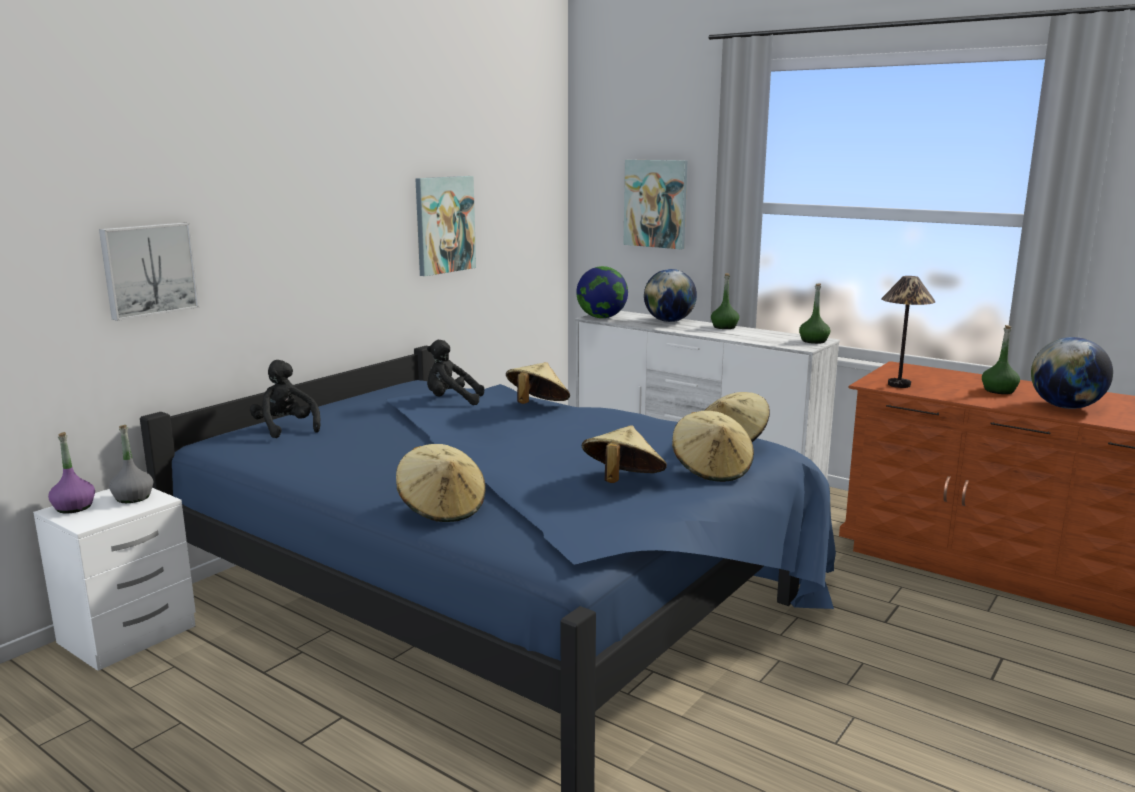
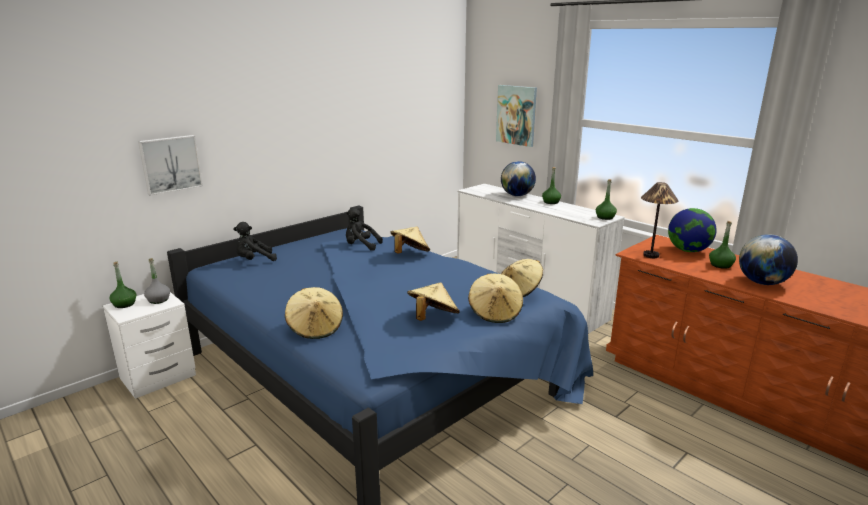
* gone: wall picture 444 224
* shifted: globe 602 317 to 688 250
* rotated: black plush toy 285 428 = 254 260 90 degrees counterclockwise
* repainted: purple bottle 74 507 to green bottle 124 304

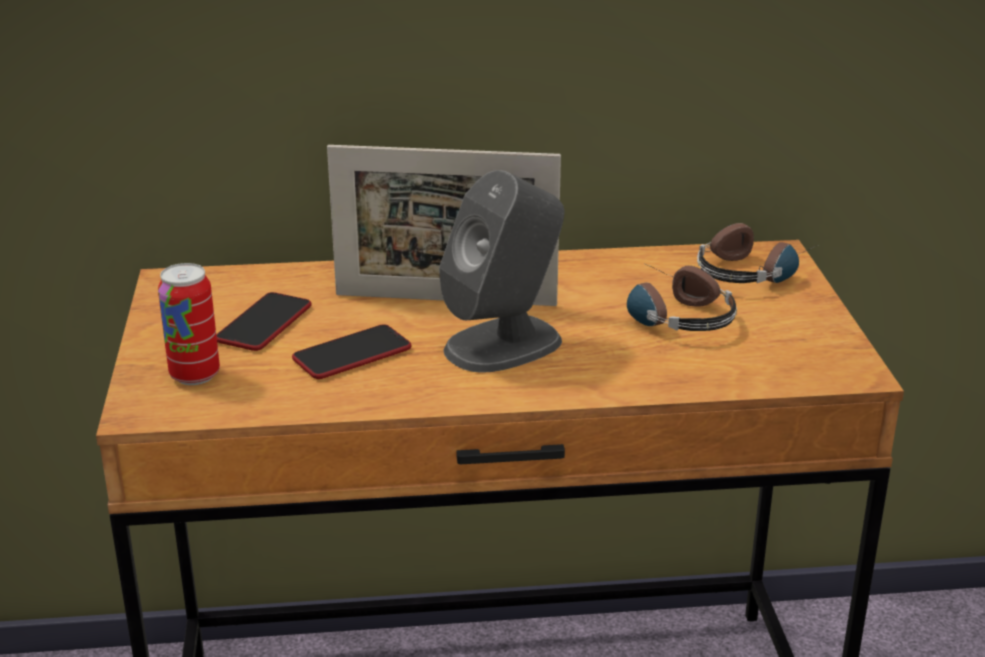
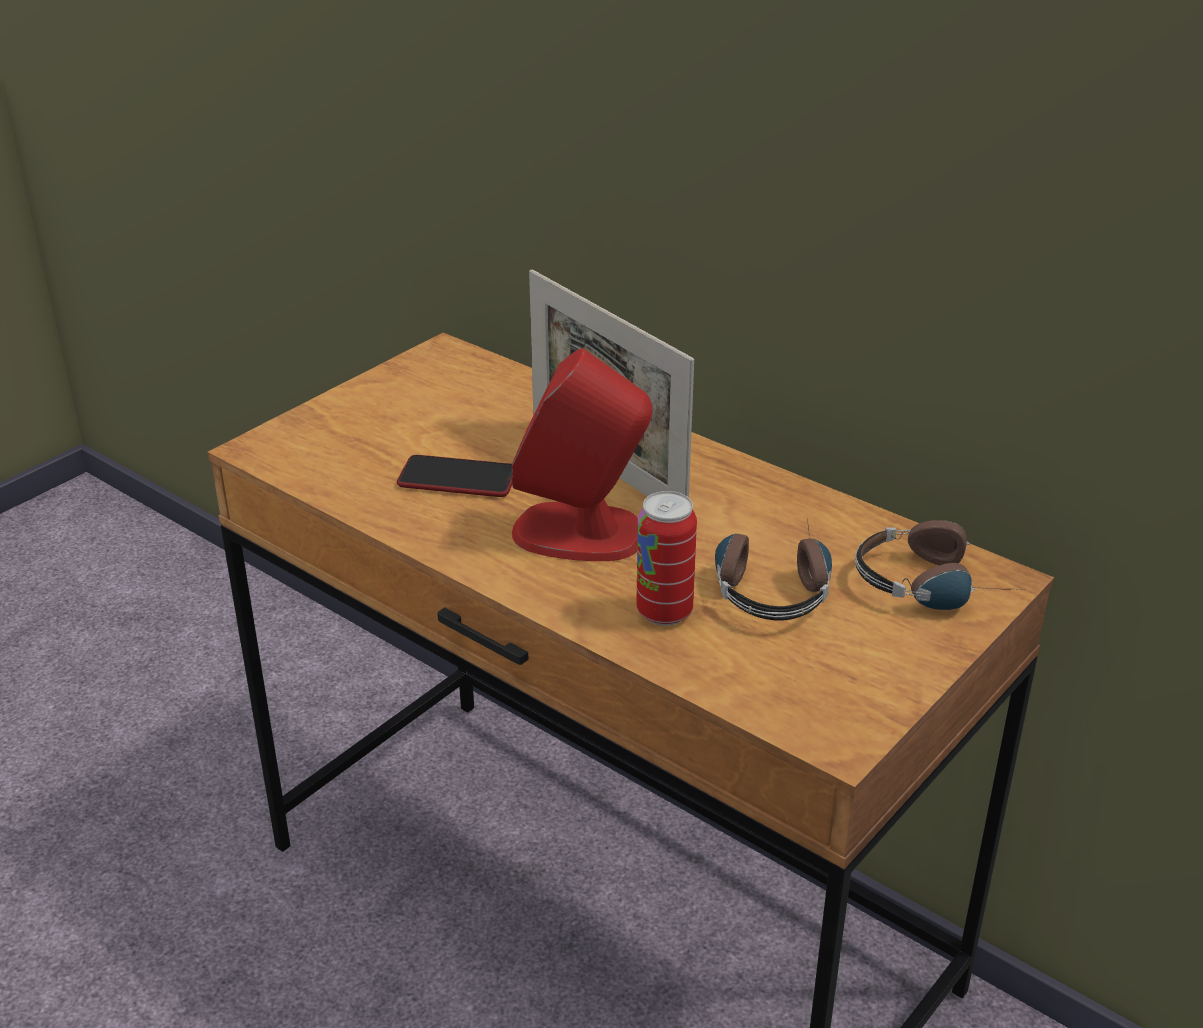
* repainted: gray loudspeaker 504 344 to reddish loudspeaker 580 533
* shifted: can 195 375 to 664 612
* gone: phone 264 323

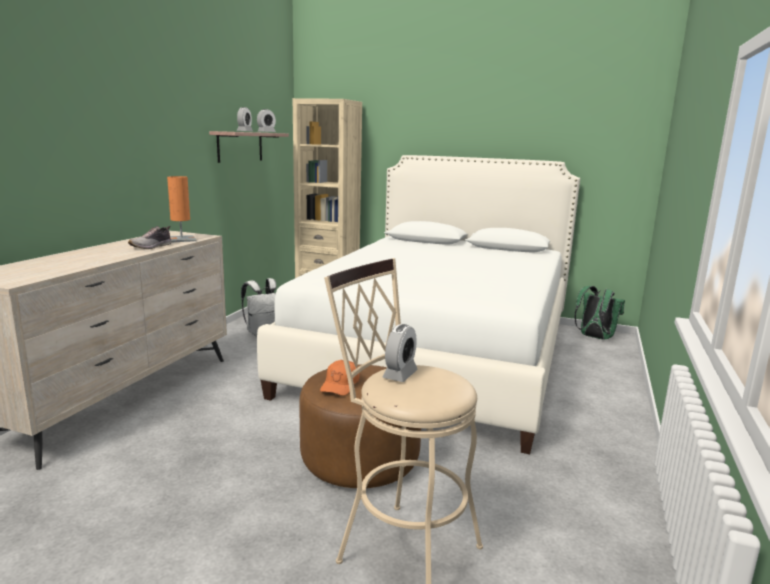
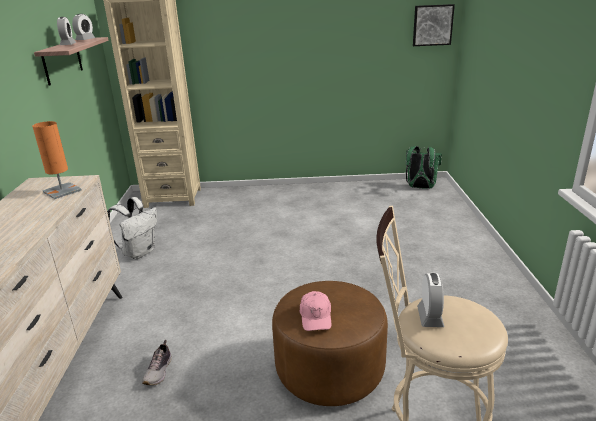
* gone: white-coloured bed 438 355
* shifted: shoe 152 246 to 159 371
* repainted: orange-coloured cap 340 385 to pinkish cap 316 316
* new: wall picture 432 25

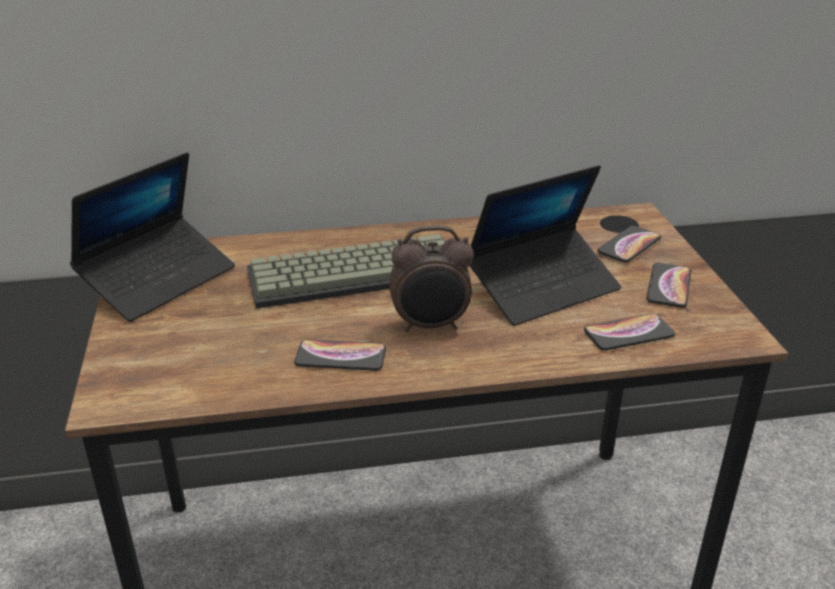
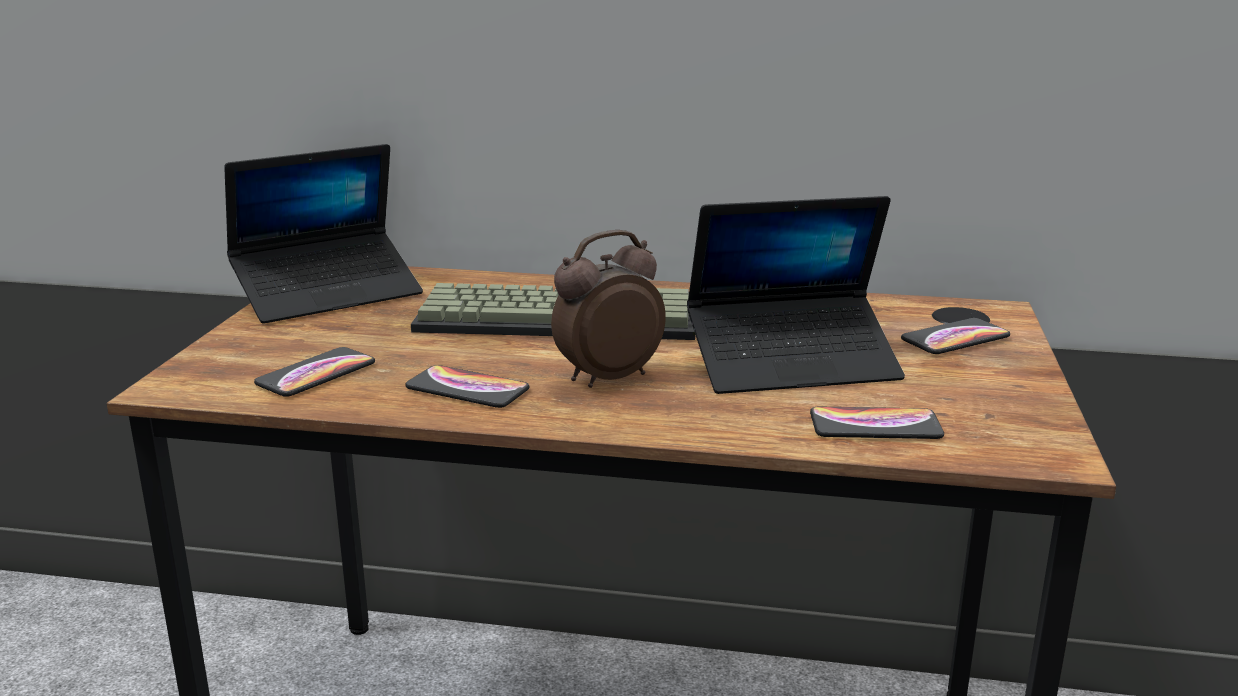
* rotated: table clock 431 326 = 606 378 135 degrees clockwise
* shifted: phone 669 286 to 316 374

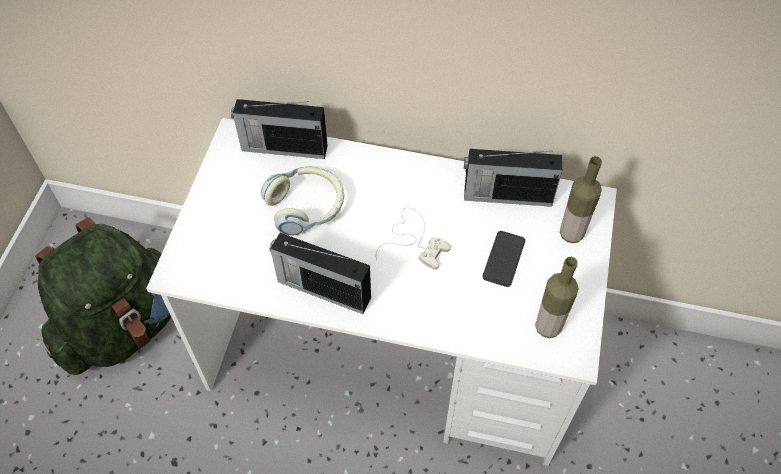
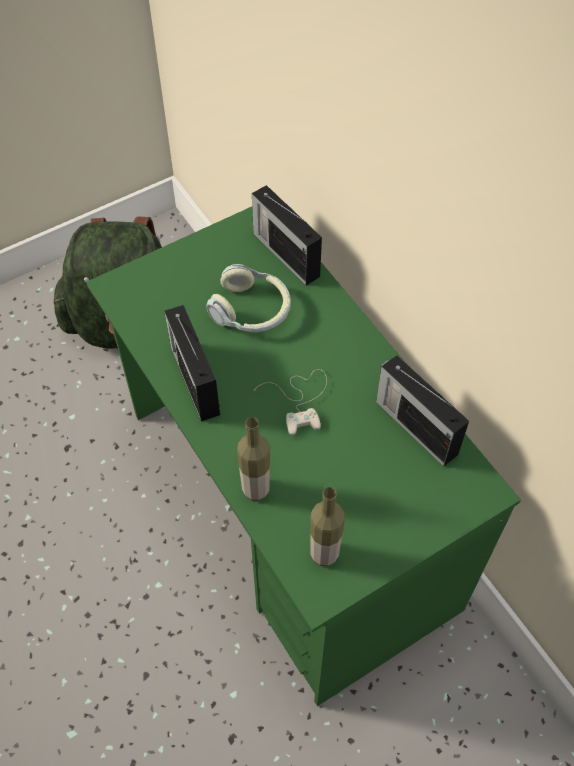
* repainted: white-coloured desk 391 355 to green desk 289 509
* shifted: bottle 571 234 to 256 489
* gone: phone 504 259

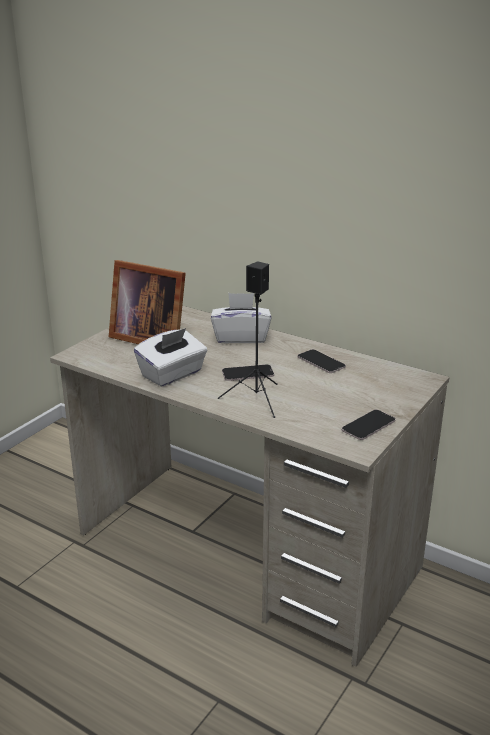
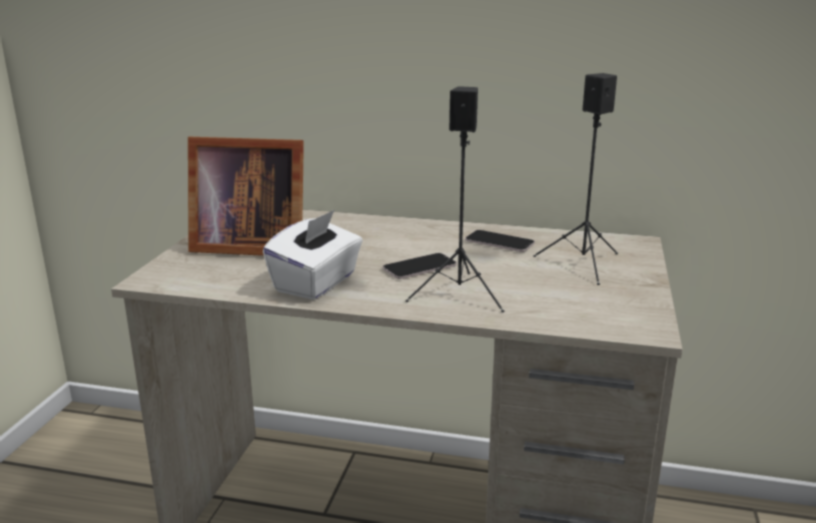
* gone: white-coloured tissue holder 241 337
* gone: phone 368 425
* new: black loudspeaker 583 264

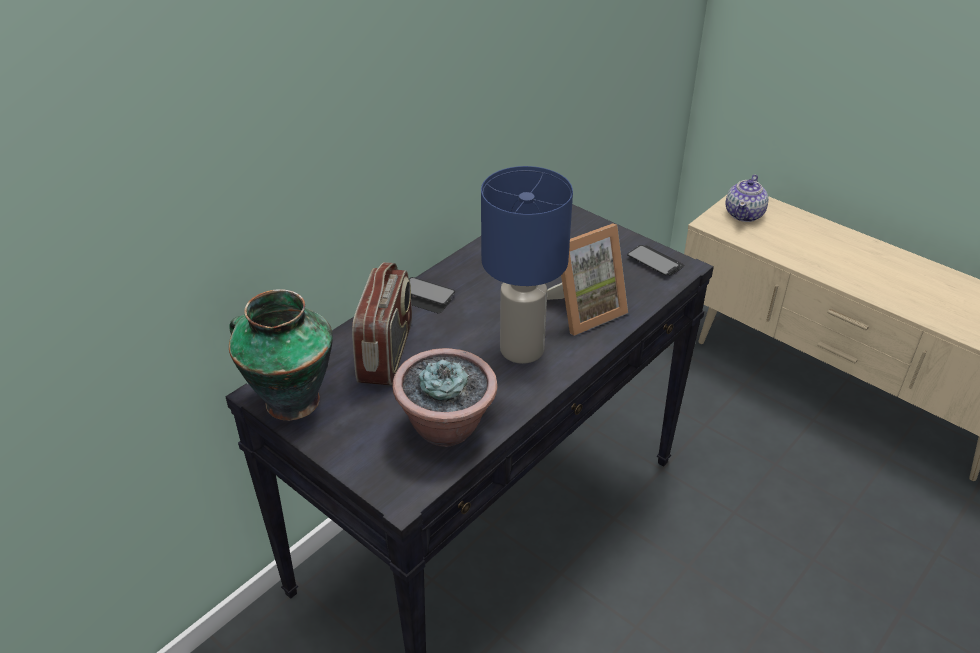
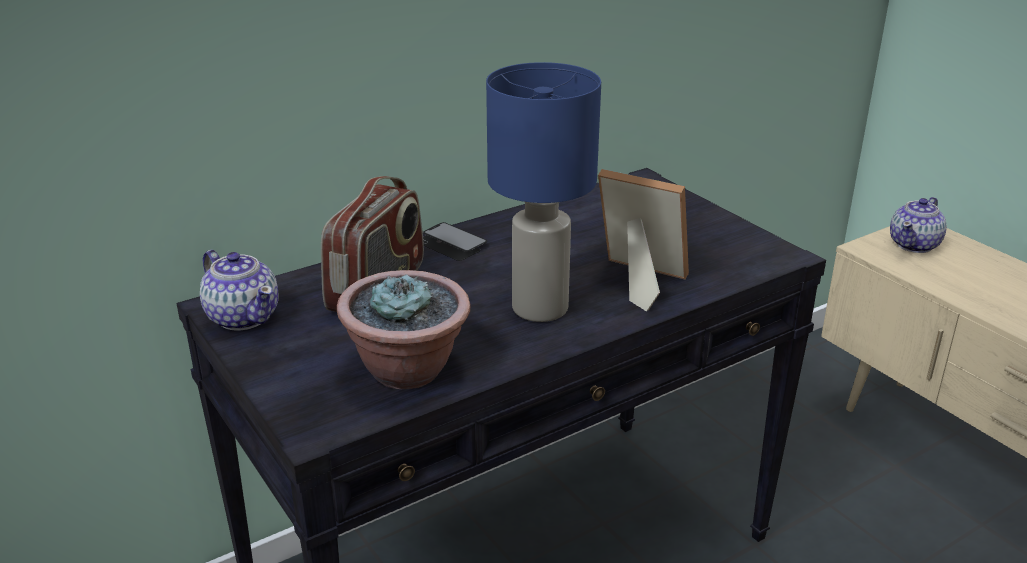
* rotated: photo frame 584 310 = 636 281 135 degrees counterclockwise
* gone: phone 655 262
* swapped: flower vase 290 400 to tea pot 243 316

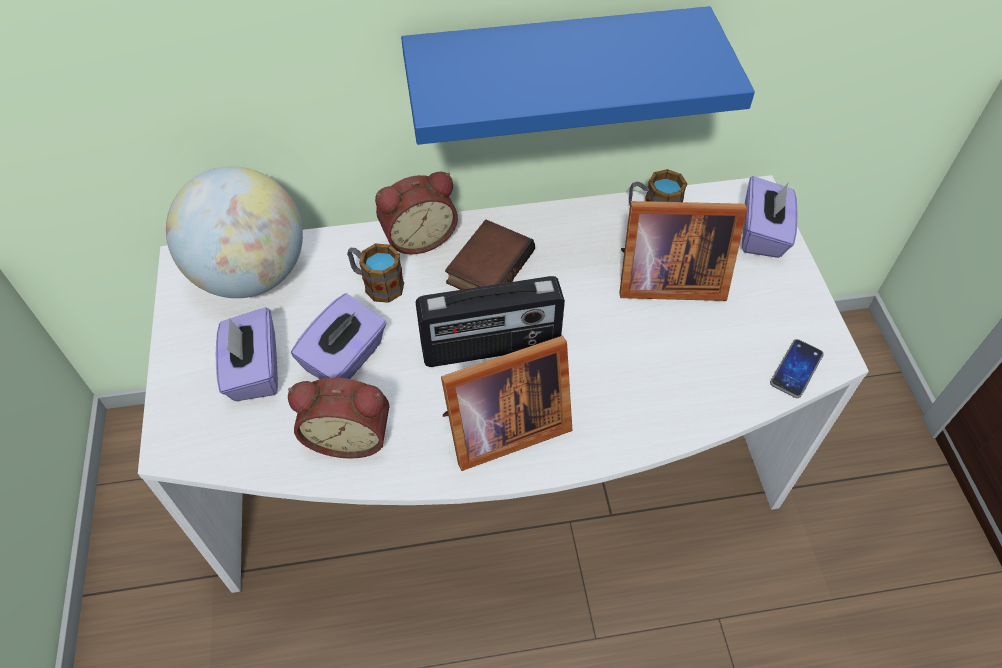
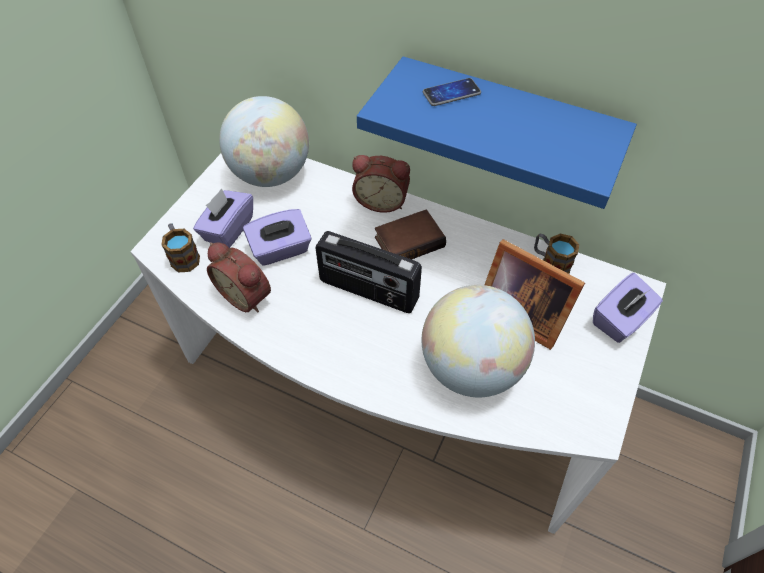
* shifted: tea mug 377 284 to 183 256
* gone: photo frame 501 428
* shifted: phone 796 369 to 451 93
* new: globe 471 367

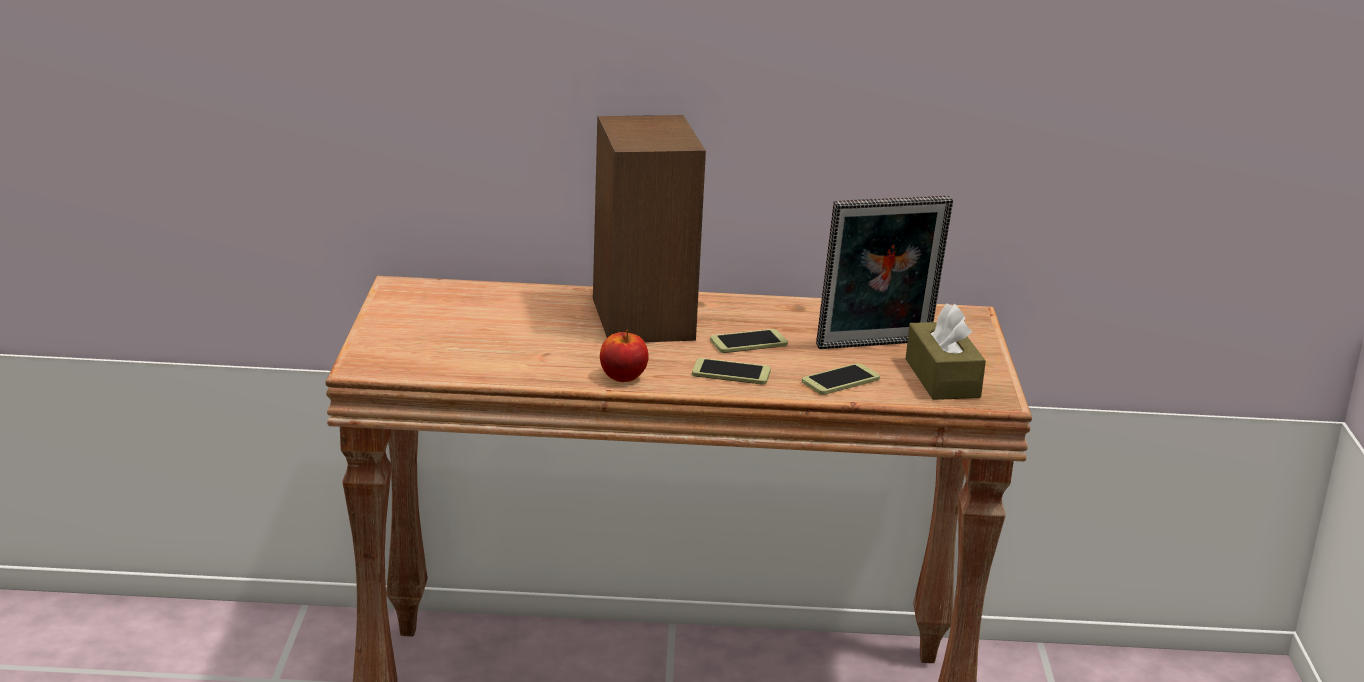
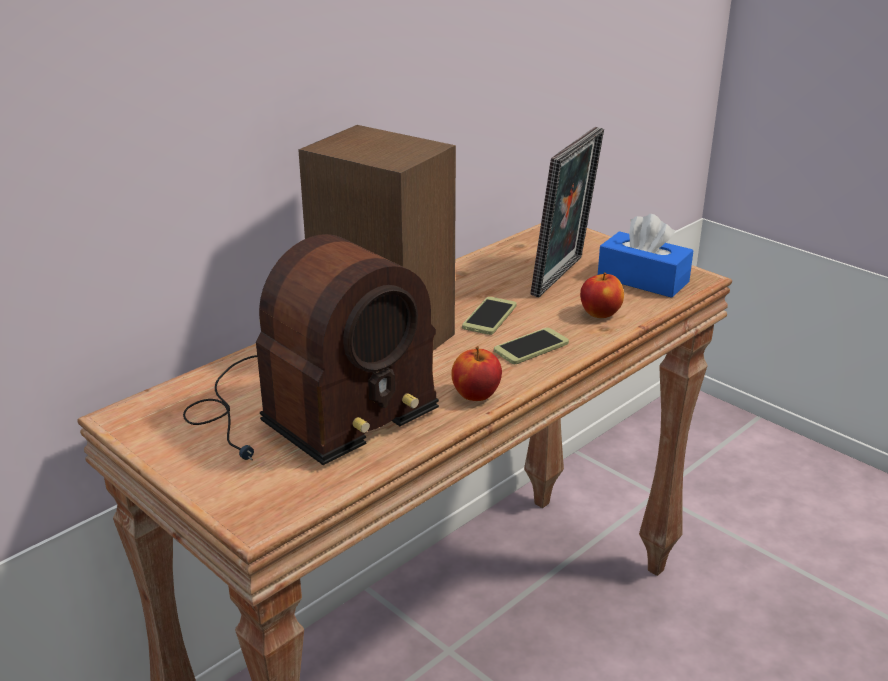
* repainted: brown-coloured tissue holder 942 378 to blue-coloured tissue holder 643 279
* swapped: phone 840 380 to whole apple 600 314
* new: radio 307 412

